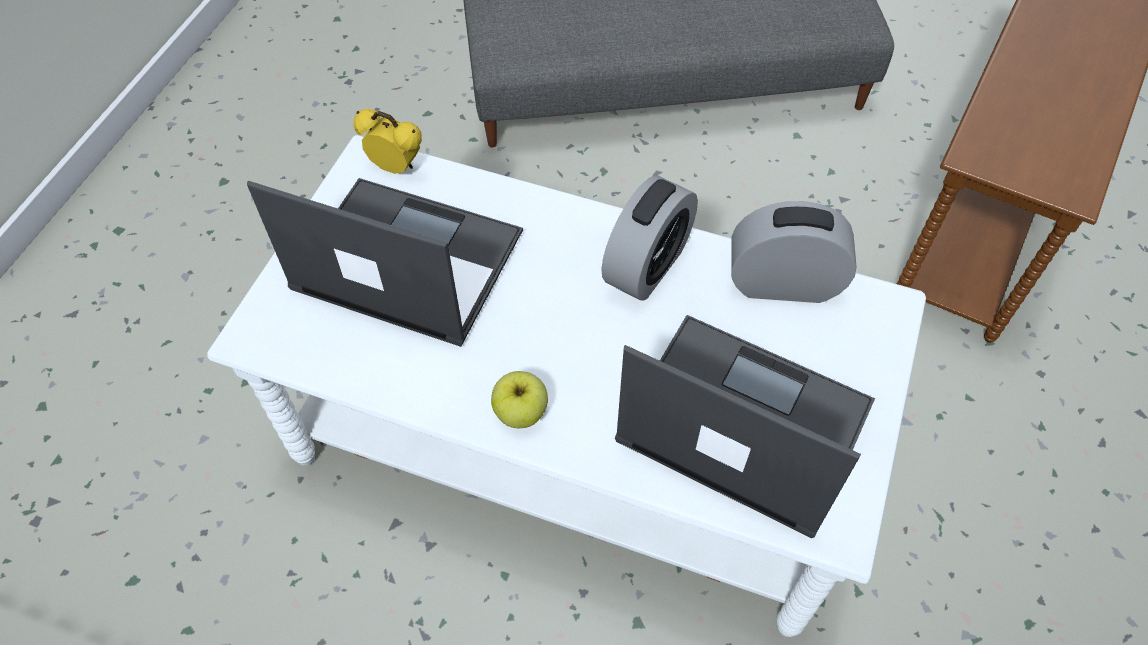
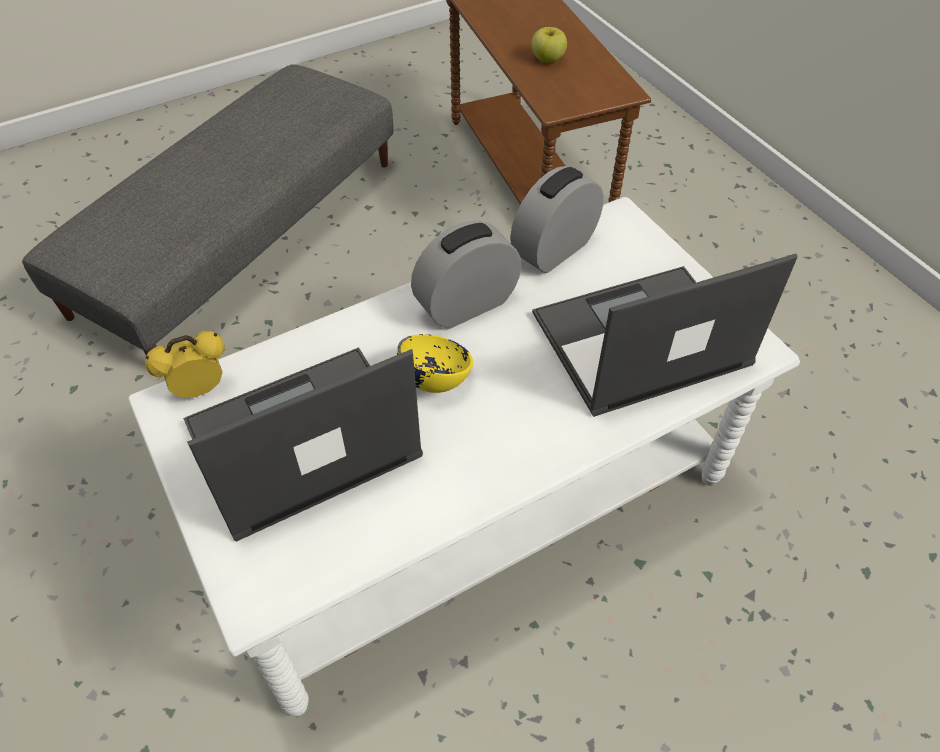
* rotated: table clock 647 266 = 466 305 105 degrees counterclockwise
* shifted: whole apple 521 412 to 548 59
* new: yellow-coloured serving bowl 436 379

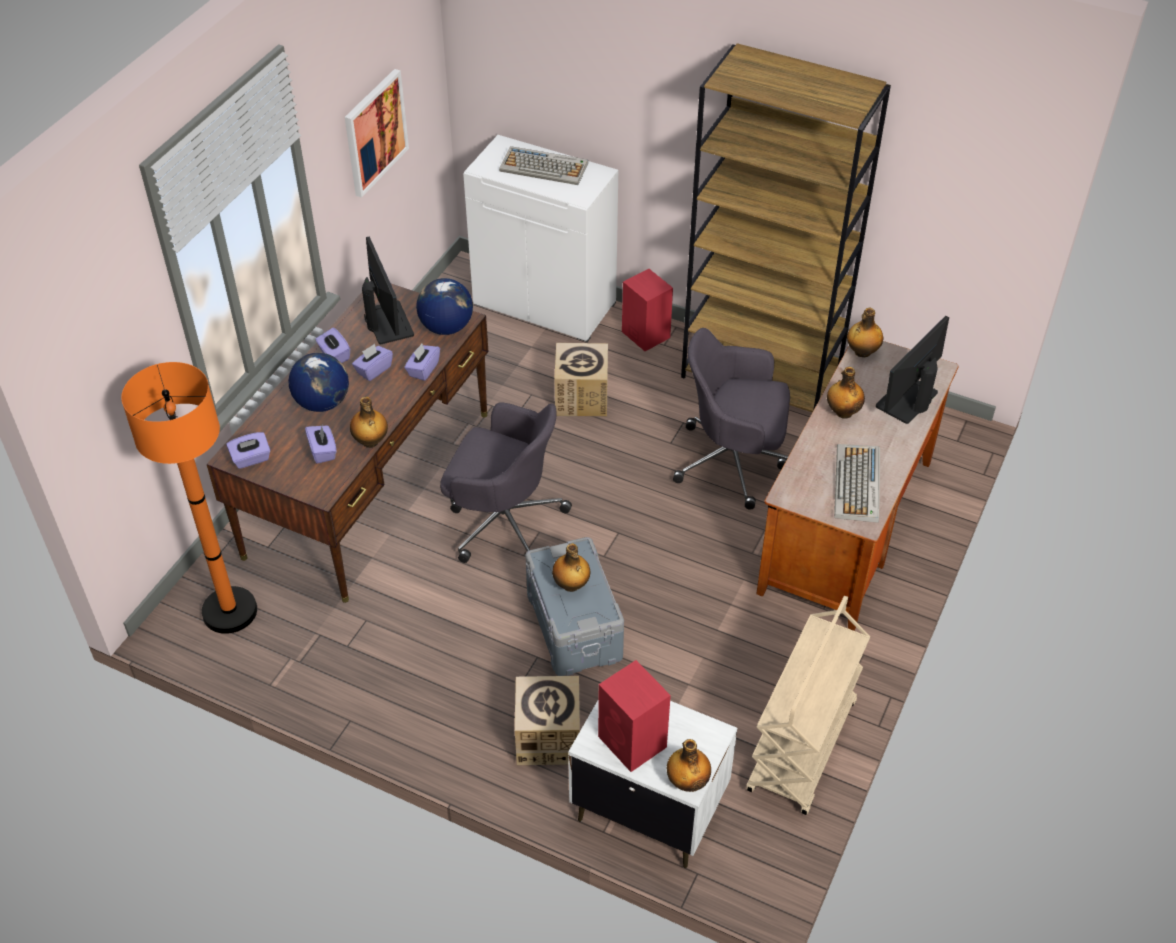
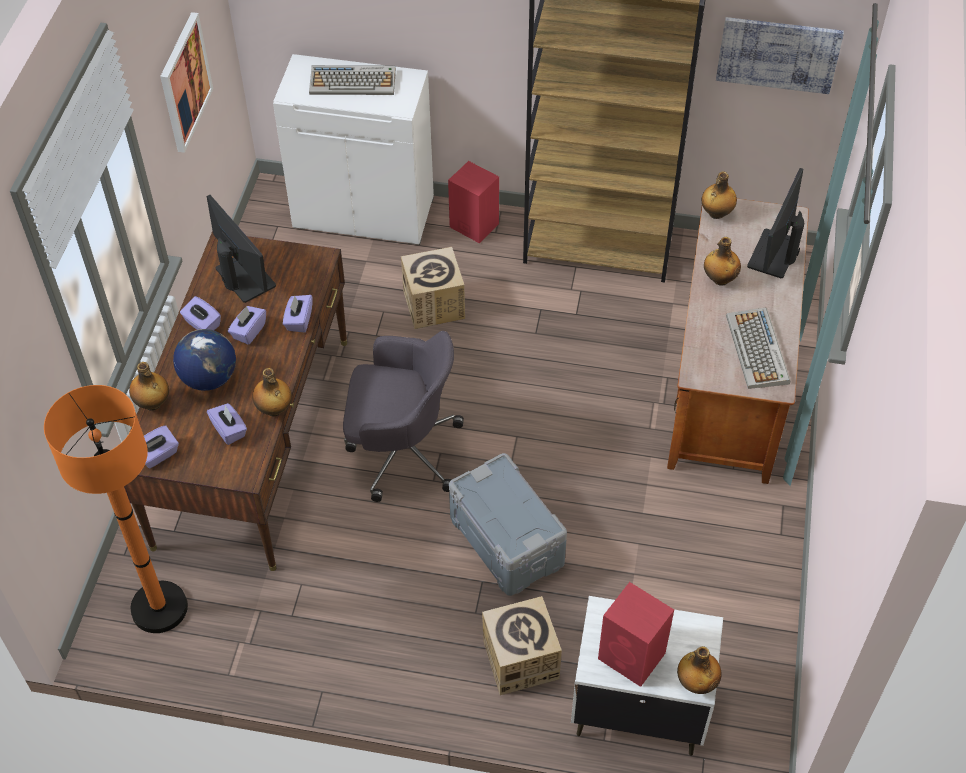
* gone: globe 446 327
* gone: gray computer chair 733 461
* shifted: bottle 571 585 to 153 404
* gone: beige-coloured wheeled cart 802 748
* new: wall picture 778 54

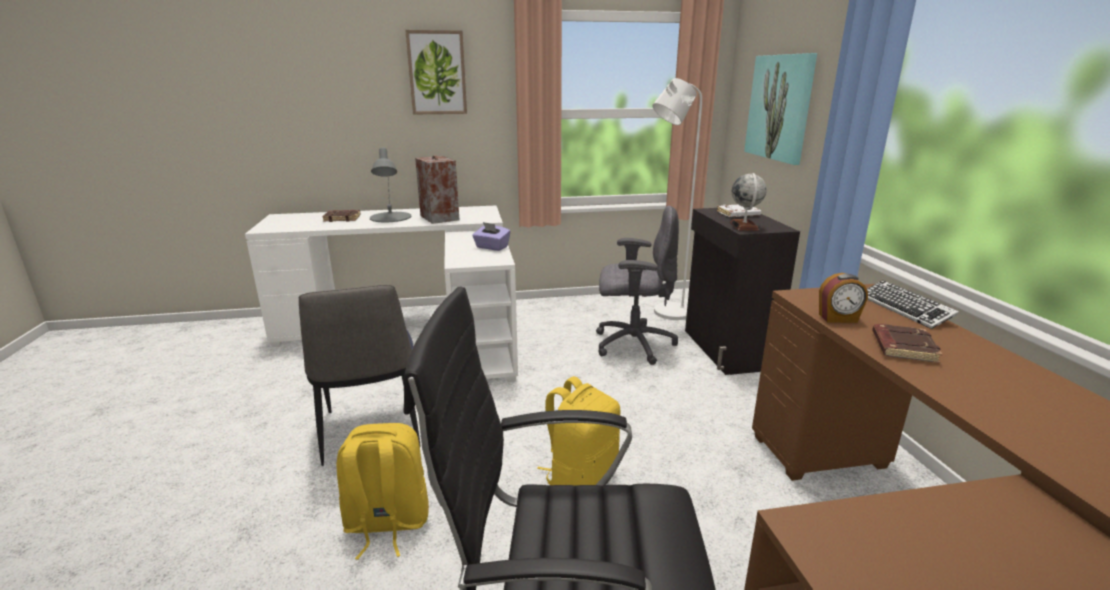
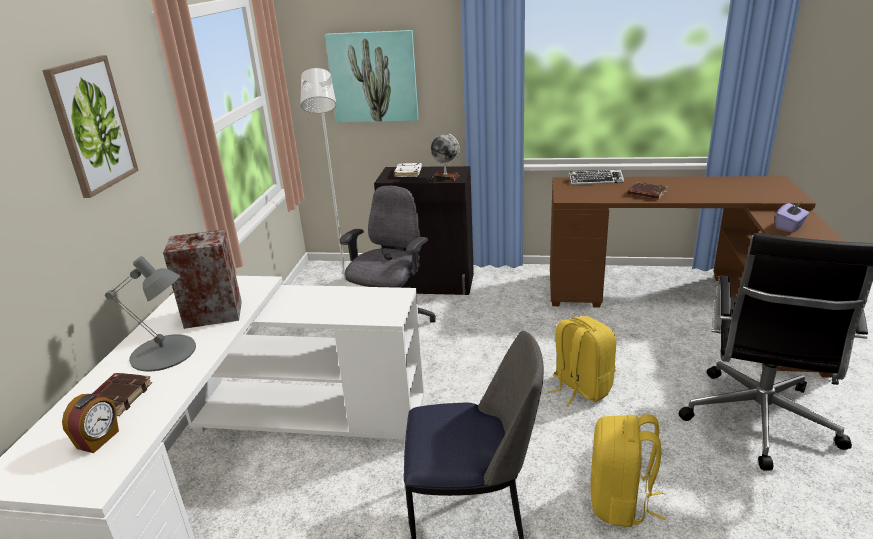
* shifted: purple tissue holder 491 247 to 790 227
* shifted: table clock 838 318 to 99 440

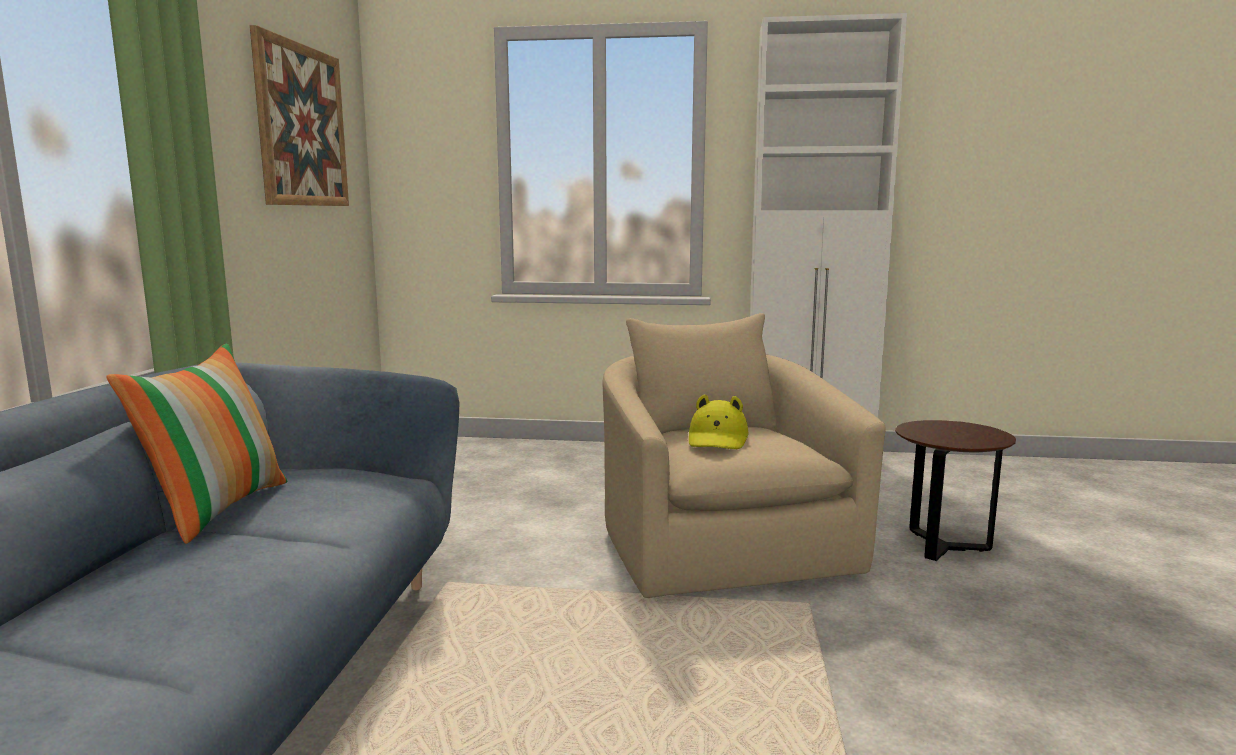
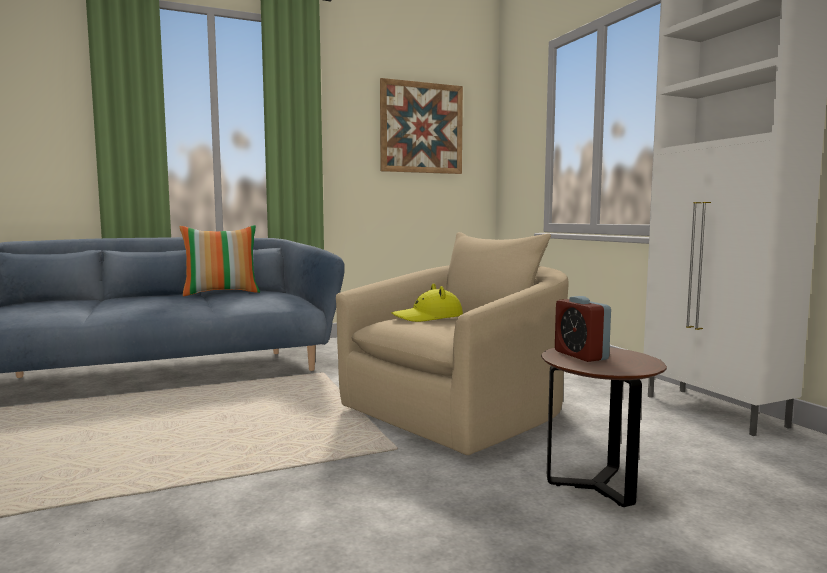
* new: table clock 580 355

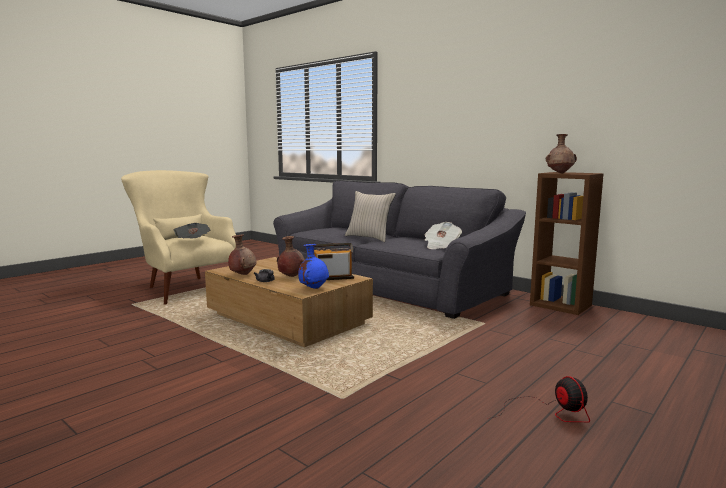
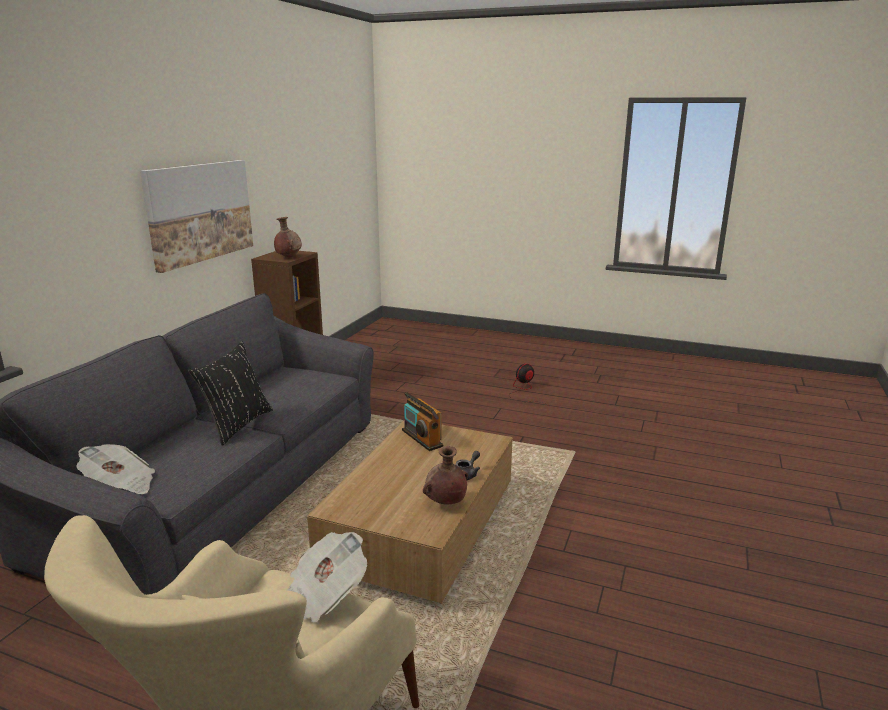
* repainted: beige-coloured cushion 369 238 to black cushion 237 425
* shifted: printed paper 441 246 to 121 485
* gone: brown-coloured flower vase 291 277
* gone: blue-coloured flower vase 313 288
* new: wall picture 200 212

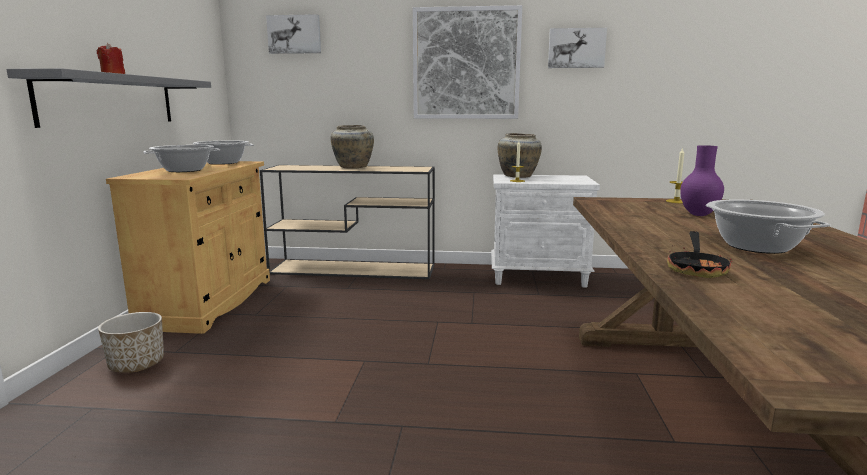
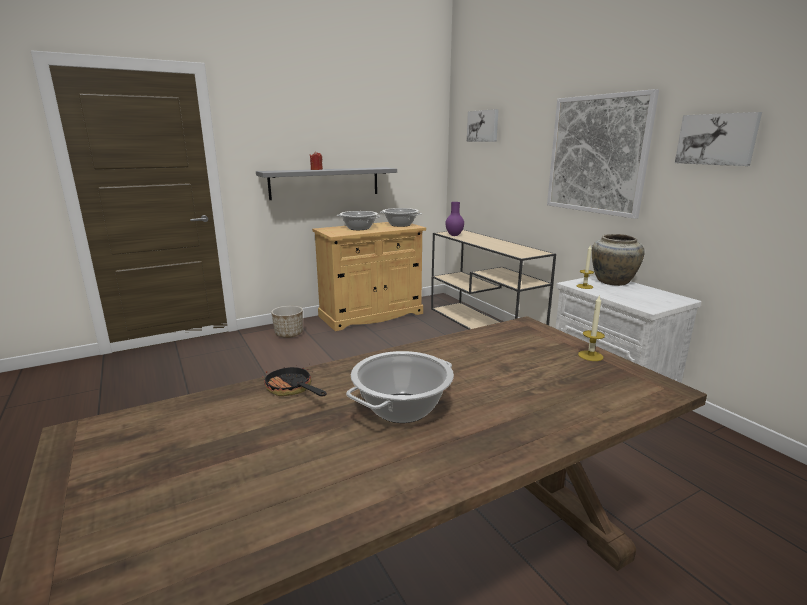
* gone: beige-coloured flower vase 352 167
* shifted: purple flower vase 699 215 to 454 235
* rotated: frying pan 697 269 = 292 390 60 degrees clockwise

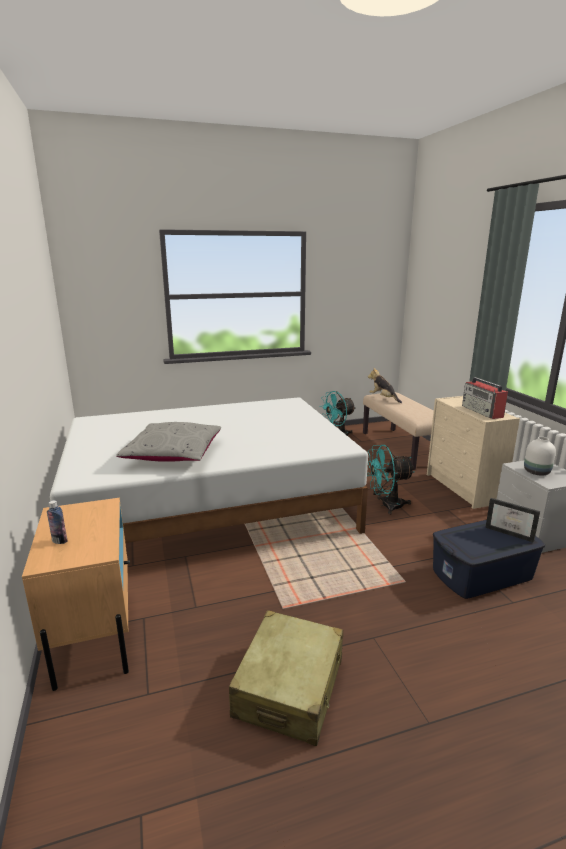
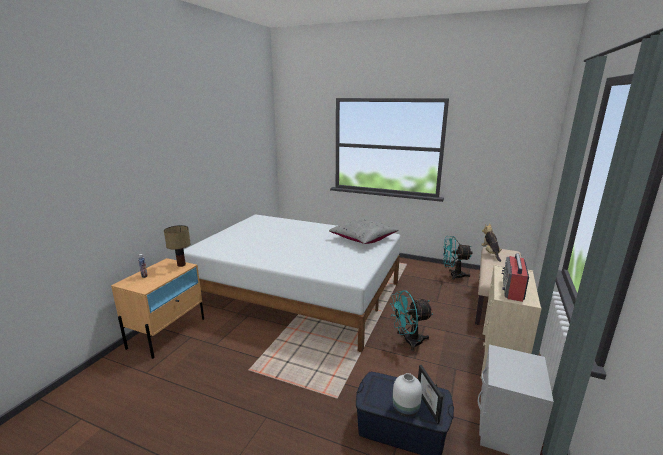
* shifted: gray cushion 173 454 to 363 238
* shifted: white-coloured flower vase 536 472 to 405 408
* rotated: turquoise fan 386 505 = 408 341 45 degrees counterclockwise
* gone: beige-coloured suitcase 290 687
* new: tabletop lamp 181 265

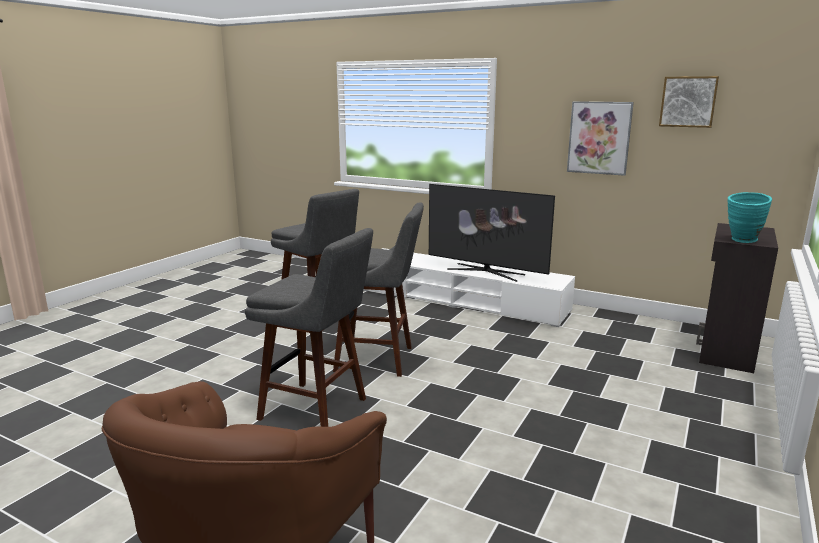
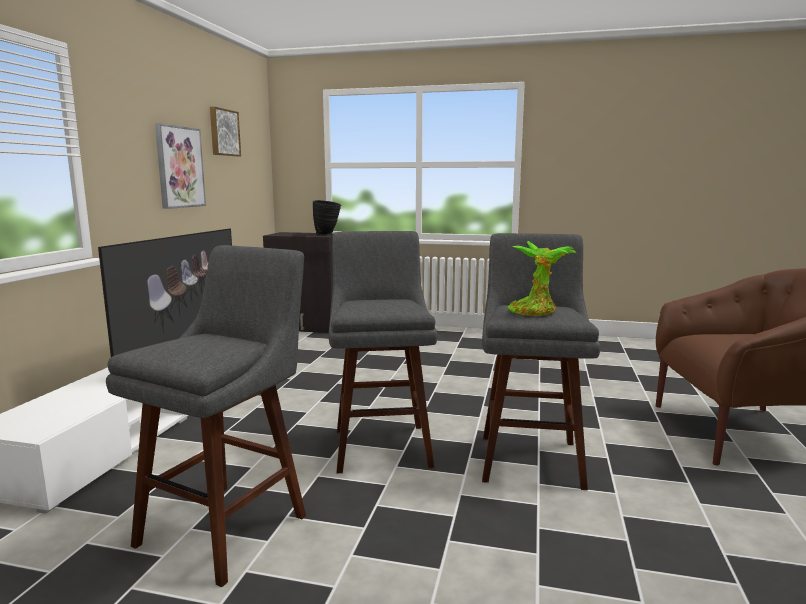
* repainted: turquoise flower vase 742 241 to black flower vase 327 235
* new: plant in a pot 535 312

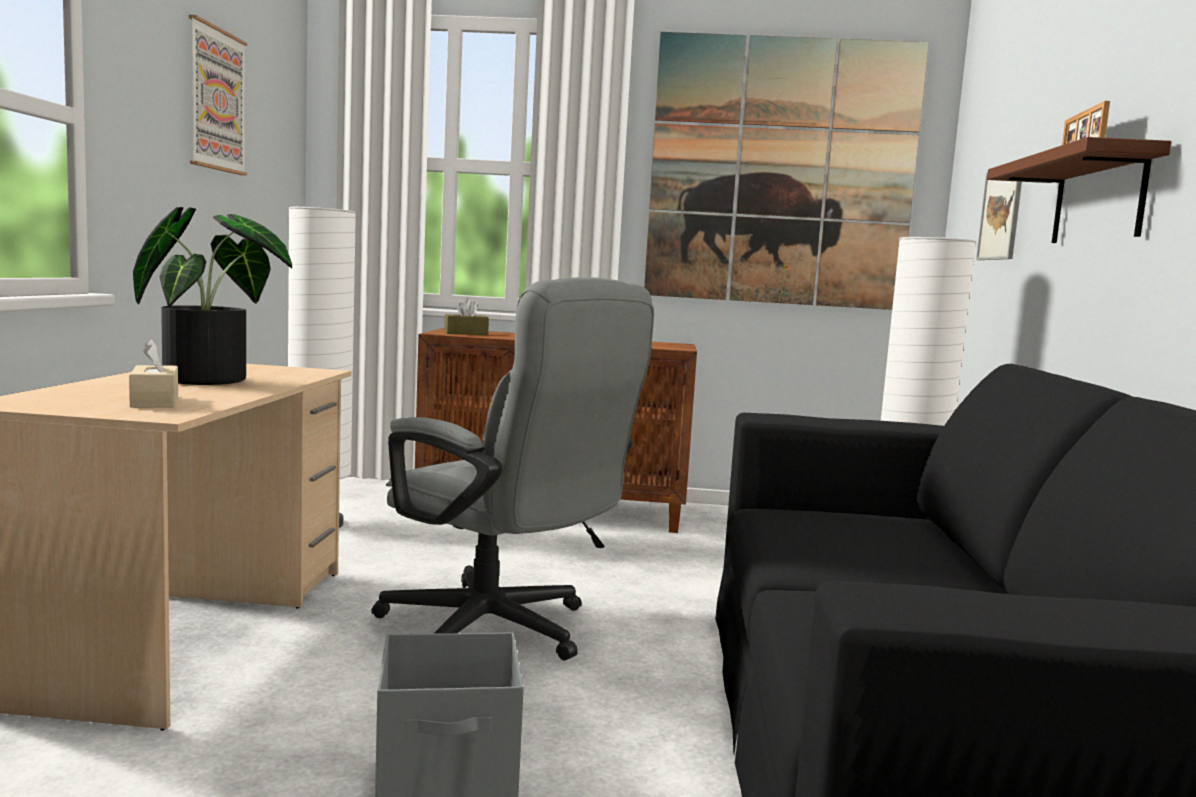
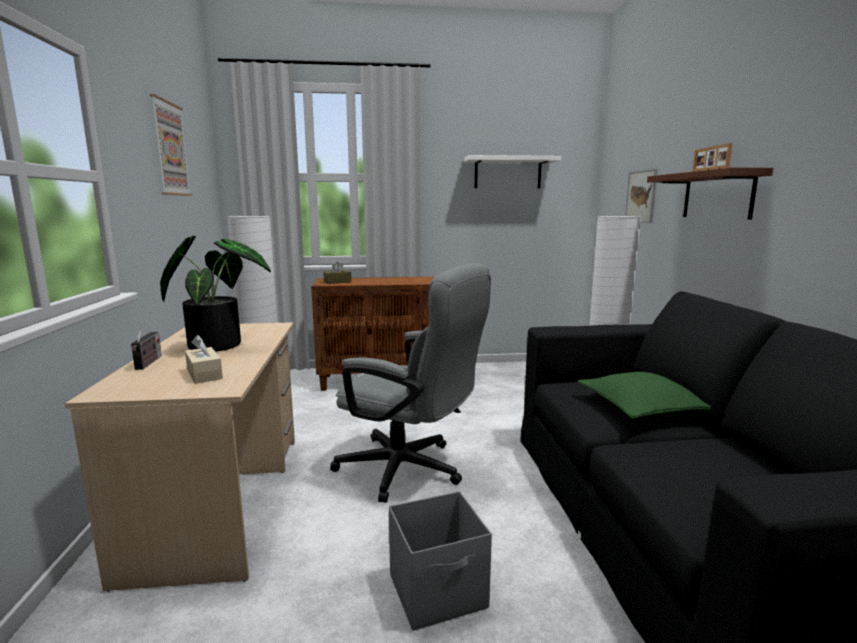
* swapped: wall picture 781 172 to white-coloured bracket shelf 508 173
* new: radio 148 363
* new: green cushion 641 407

